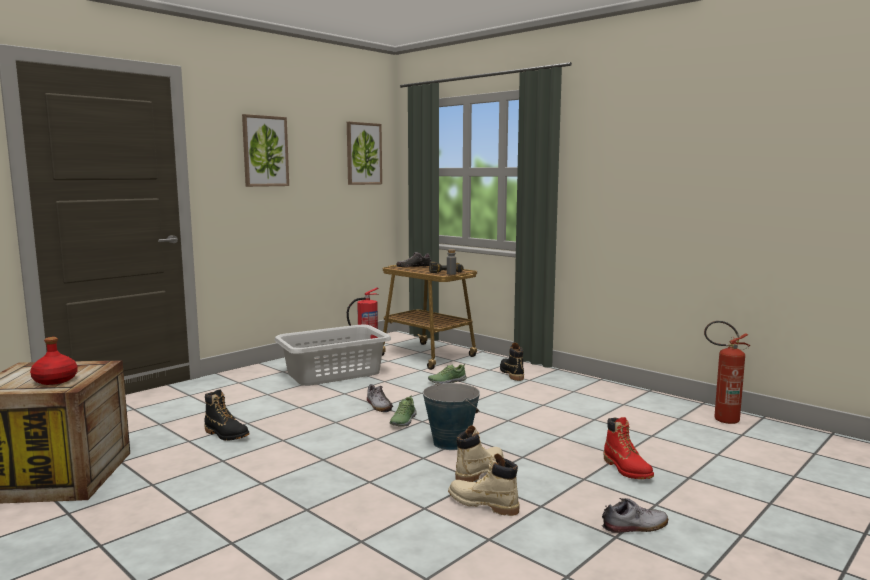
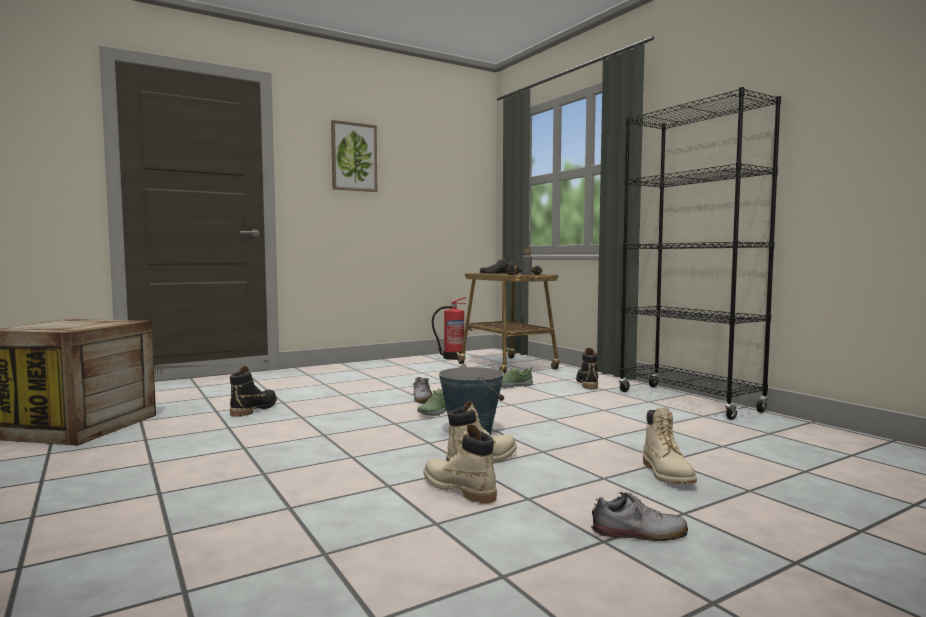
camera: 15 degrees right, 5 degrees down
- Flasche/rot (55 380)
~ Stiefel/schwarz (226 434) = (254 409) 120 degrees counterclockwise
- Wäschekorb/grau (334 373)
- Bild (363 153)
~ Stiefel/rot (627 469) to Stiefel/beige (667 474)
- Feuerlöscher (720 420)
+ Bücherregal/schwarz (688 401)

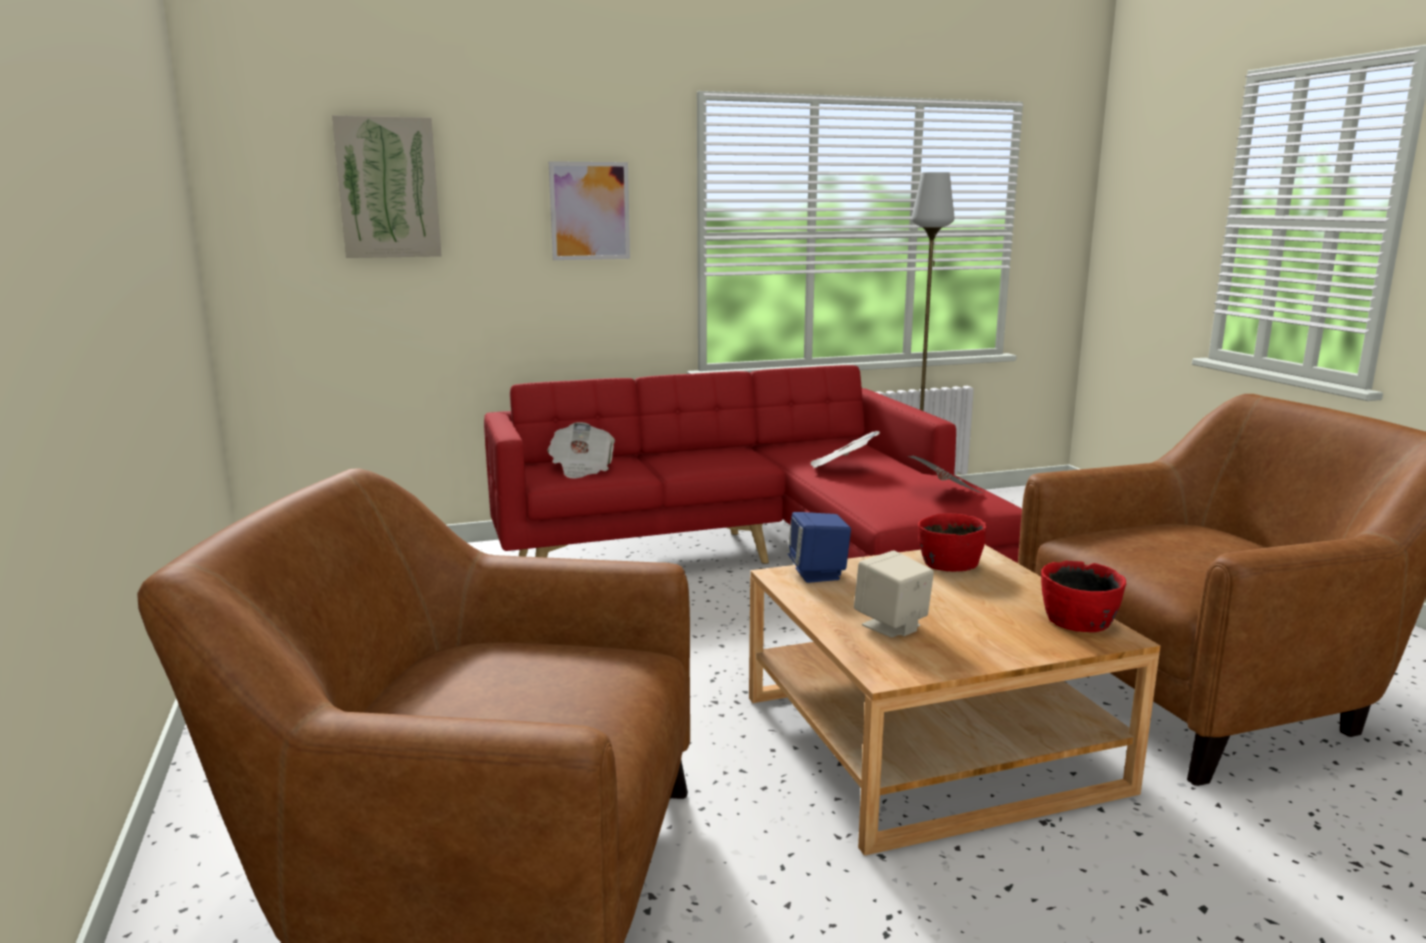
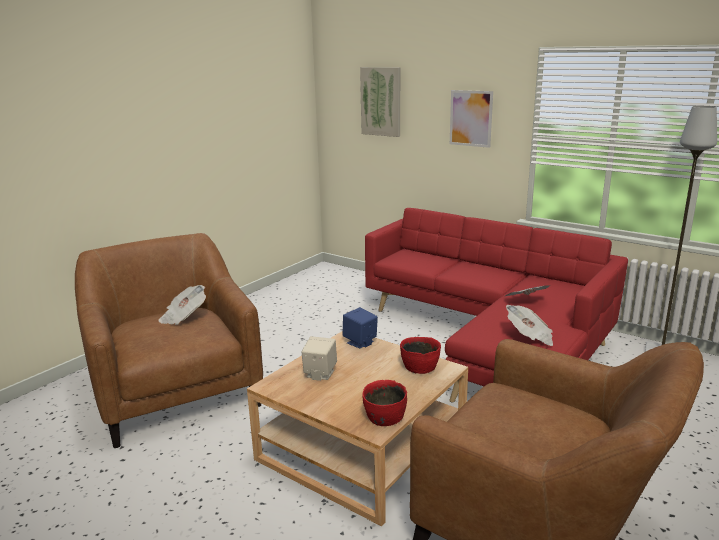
camera: 55 degrees right, 5 degrees up
~ Zeitung (581 469) to (183 317)

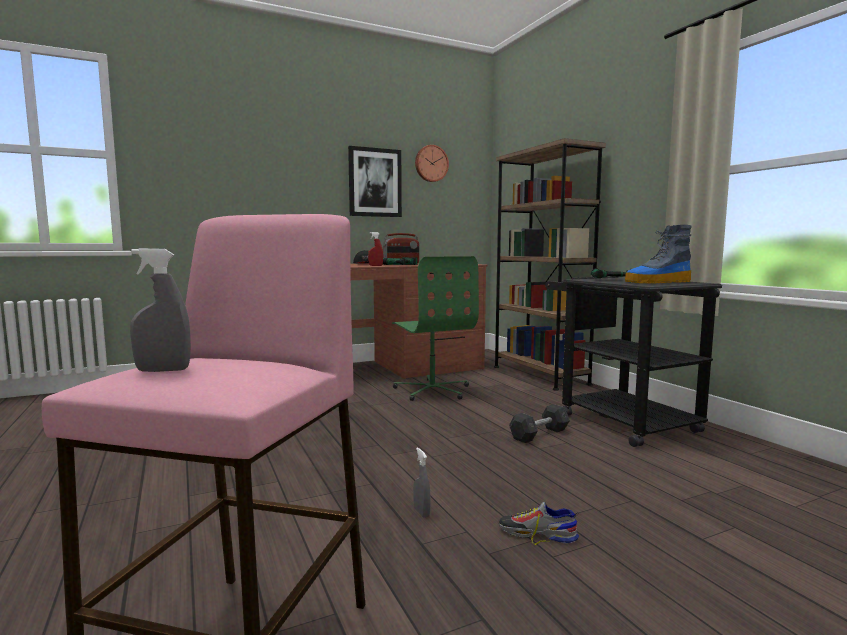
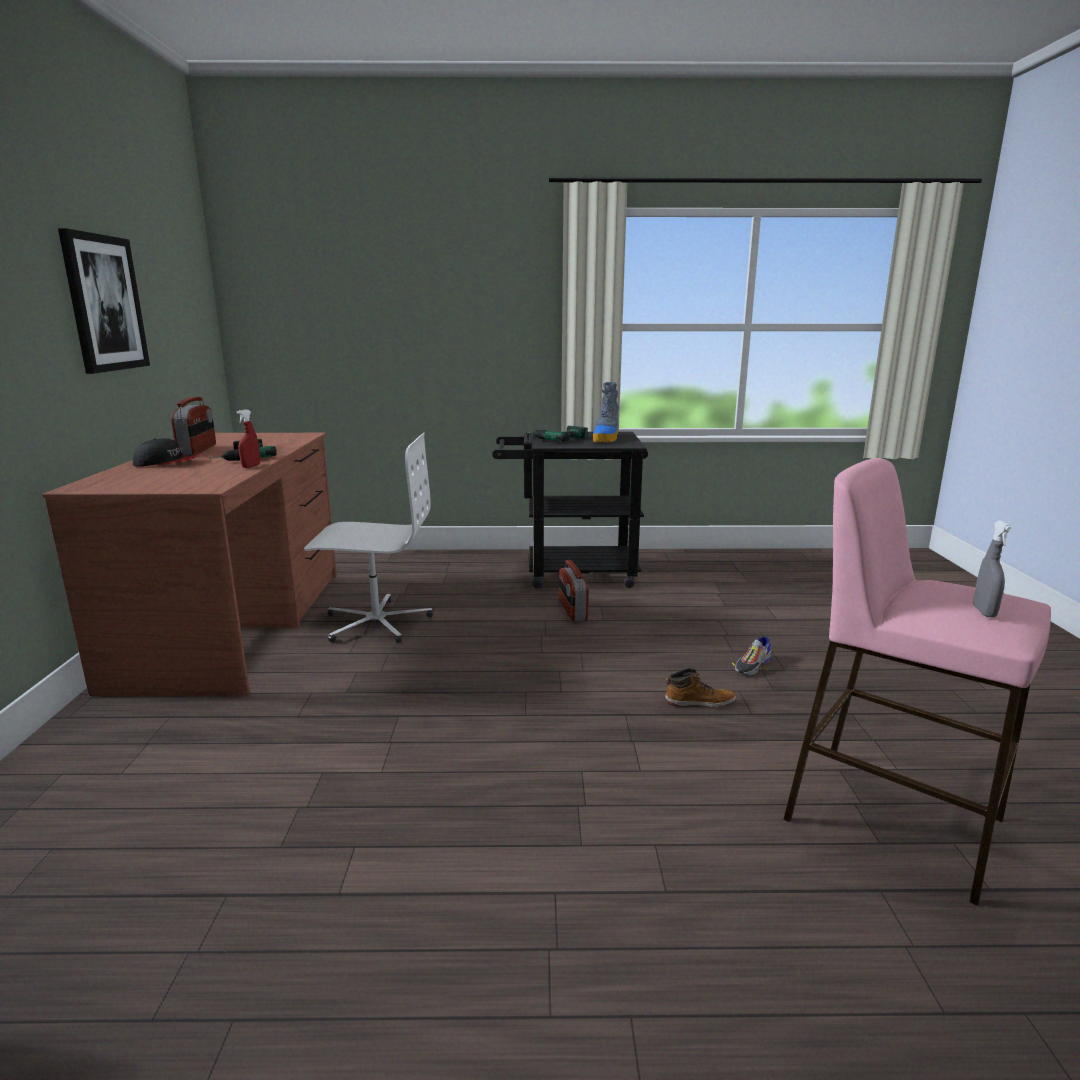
camera: 65 degrees left, 10 degrees up
~ Bürostuhl/grün (432 390) to Bürostuhl/weiß (376 622)
~ Sprühflasche/grau (421 512) to Stiefel (699 702)
- Wanduhr (431 163)
- Bücherregal/braun (539 375)
~ Hantel/grau (539 434) to Radio (572 610)

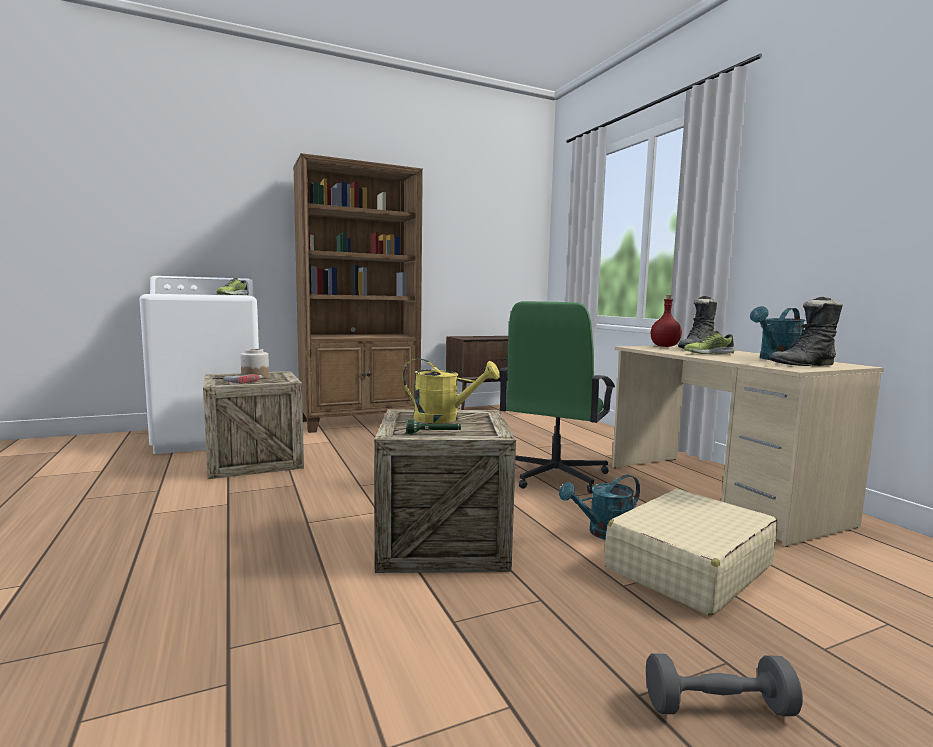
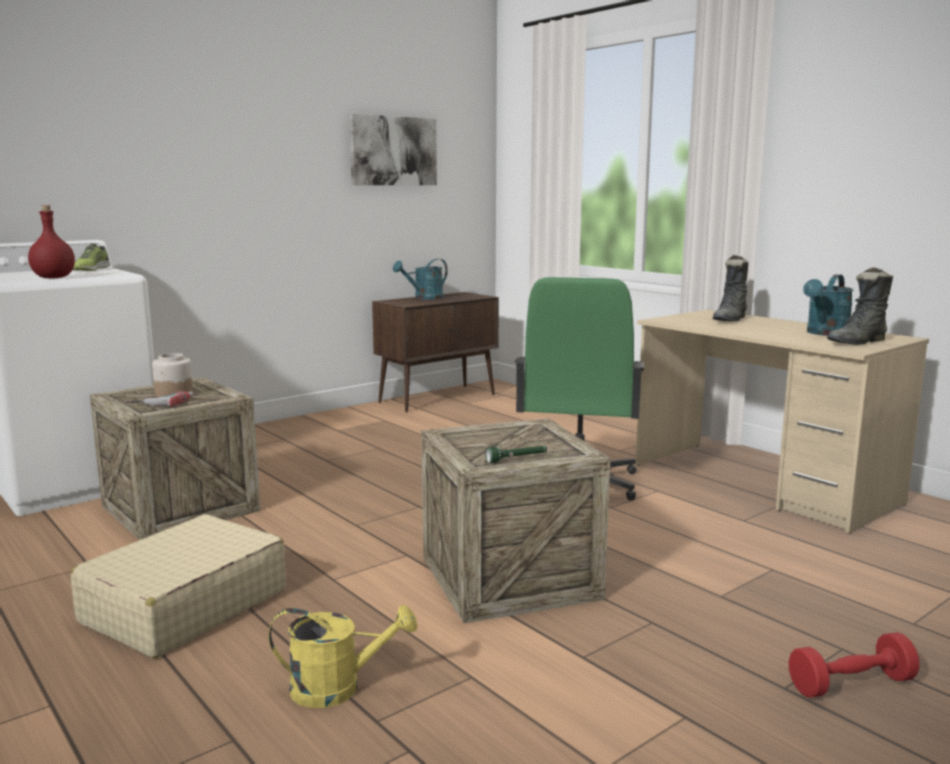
camera: 15 degrees left, 5 degrees up
- Bücherregal/braun (360 422)
~ Gießkanne/gelb (445 418) to (338 688)
~ Gießkanne/türkis (603 533) to (424 298)
~ Koffer/beige (688 567) to (184 606)
~ Hantel/grau (718 707) to Hantel/rot (851 684)
~ Flasche/rot (665 346) to (54 278)
- Schuh (708 353)
+ Bild (393 151)

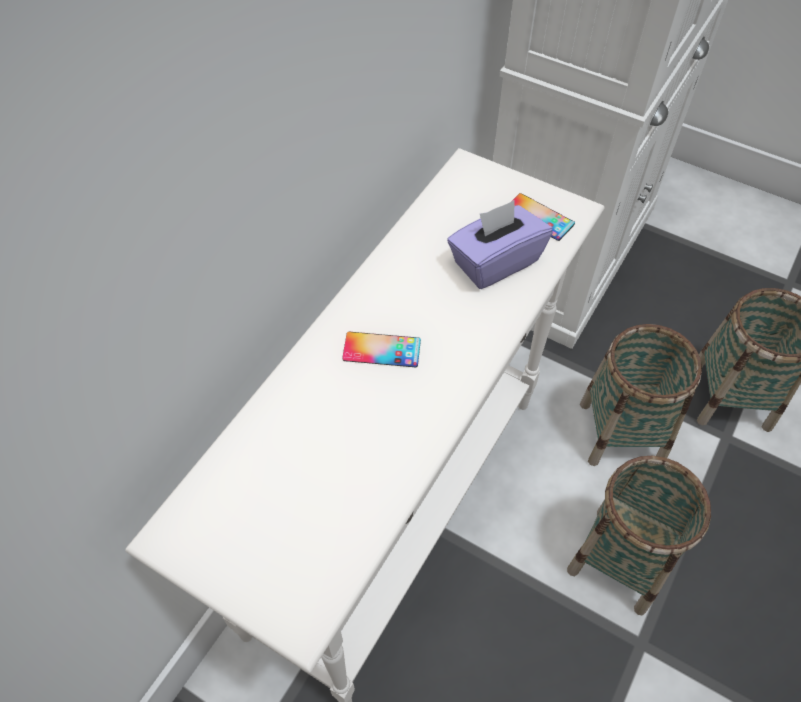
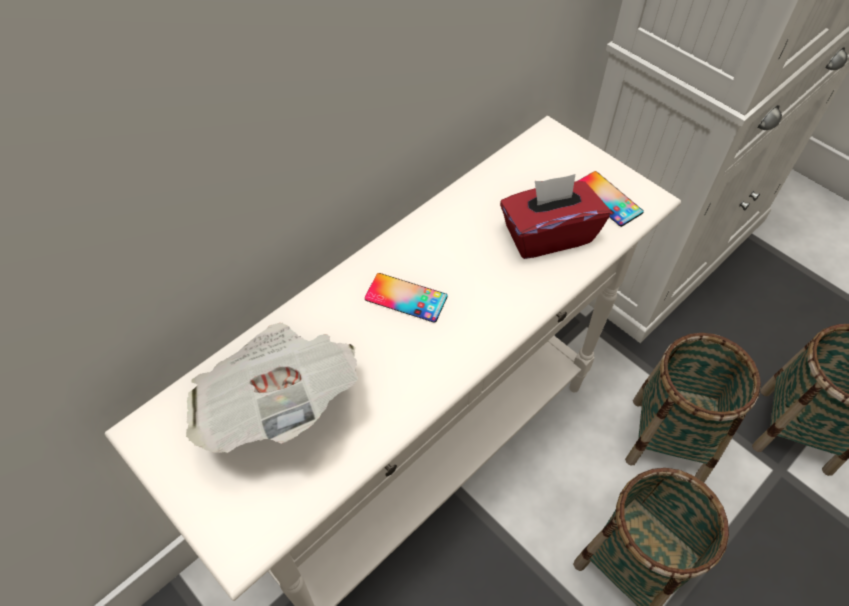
camera: 15 degrees right, 0 degrees up
~ Taschentuchbox/lila (495 262) to Taschentuchbox/rot (547 235)
+ Zeitung (278 401)

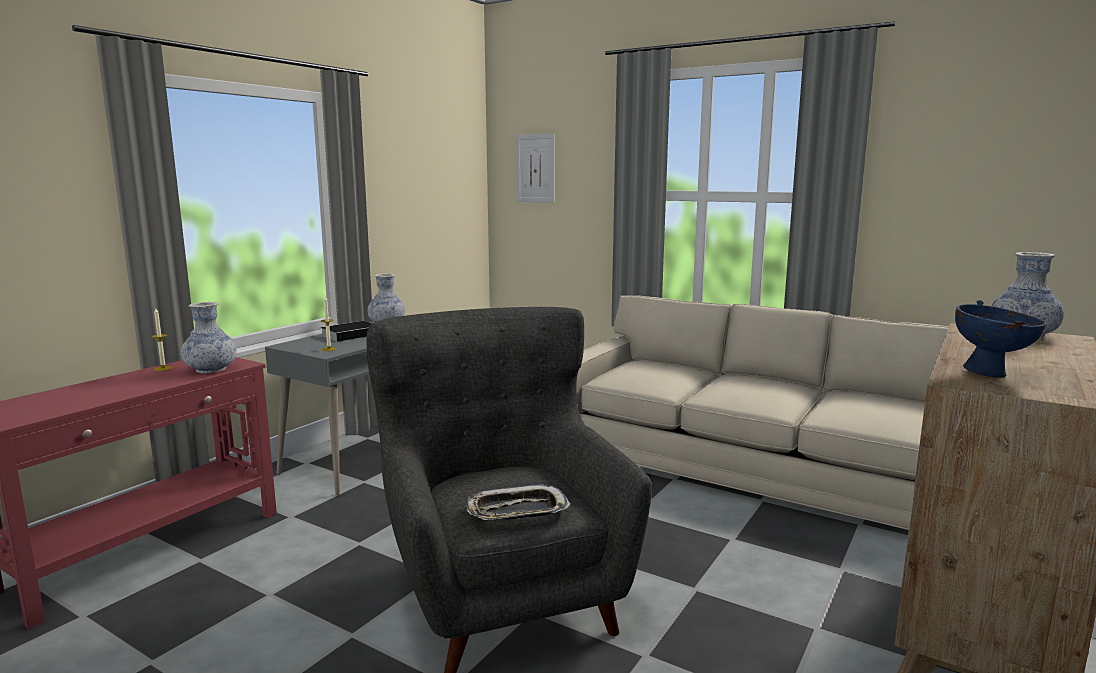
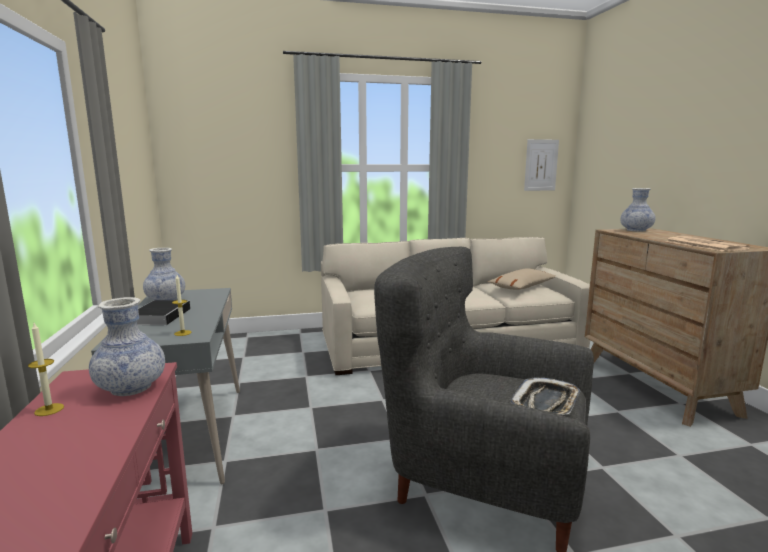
camera: 45 degrees left, 0 degrees up
~ Bild (535 168) to (541 165)
~ Schüssel/blau (990 373) to Zeitung (703 245)
+ Kissen/beige (522 287)

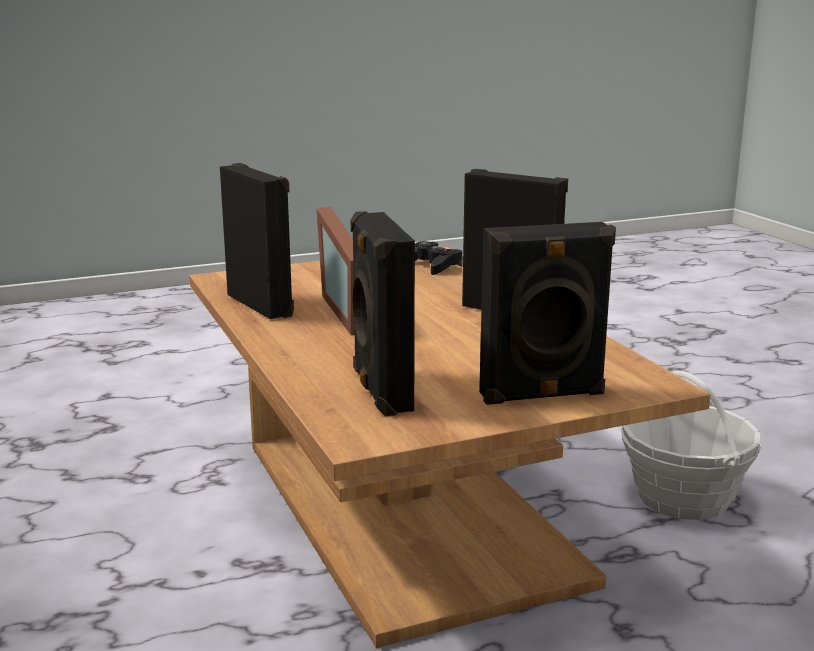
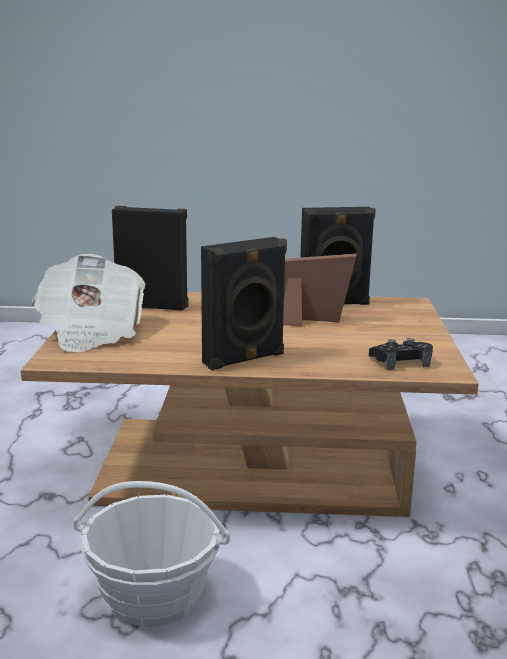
camera: 115 degrees right, 0 degrees up
~ Lautsprecher/schwarz (542 395) to Zeitung (90 332)

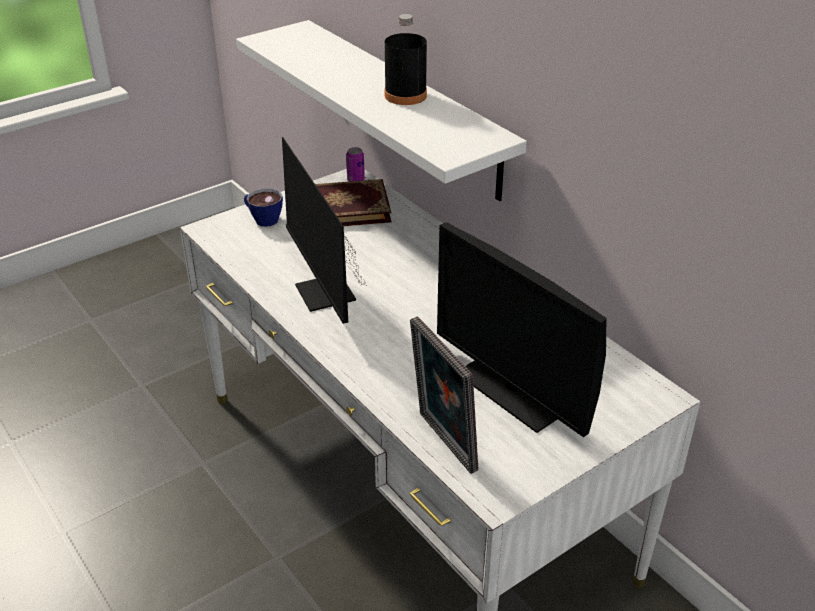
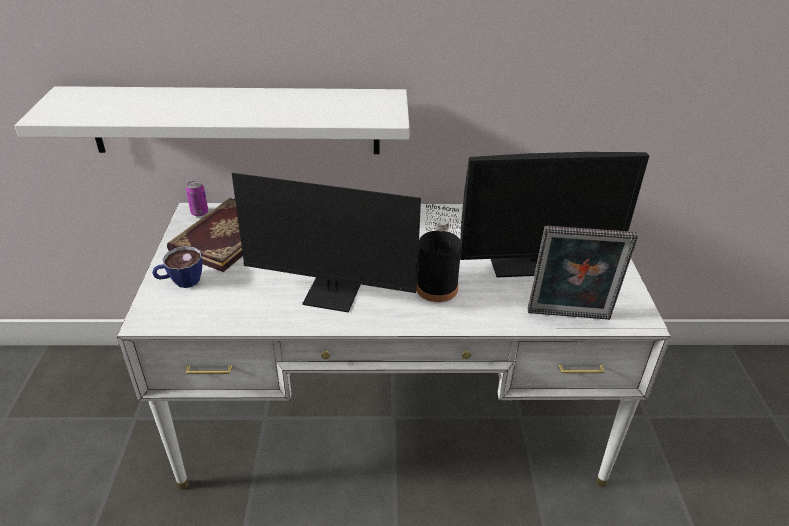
camera: 55 degrees left, 0 degrees up
~ Flasche/schwarz (405 95) to (436 288)

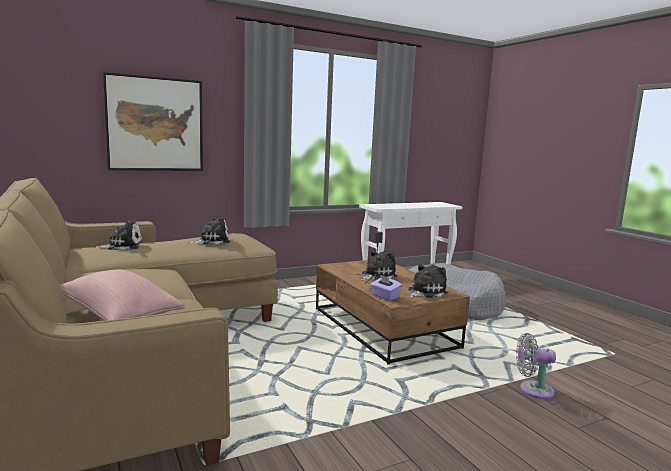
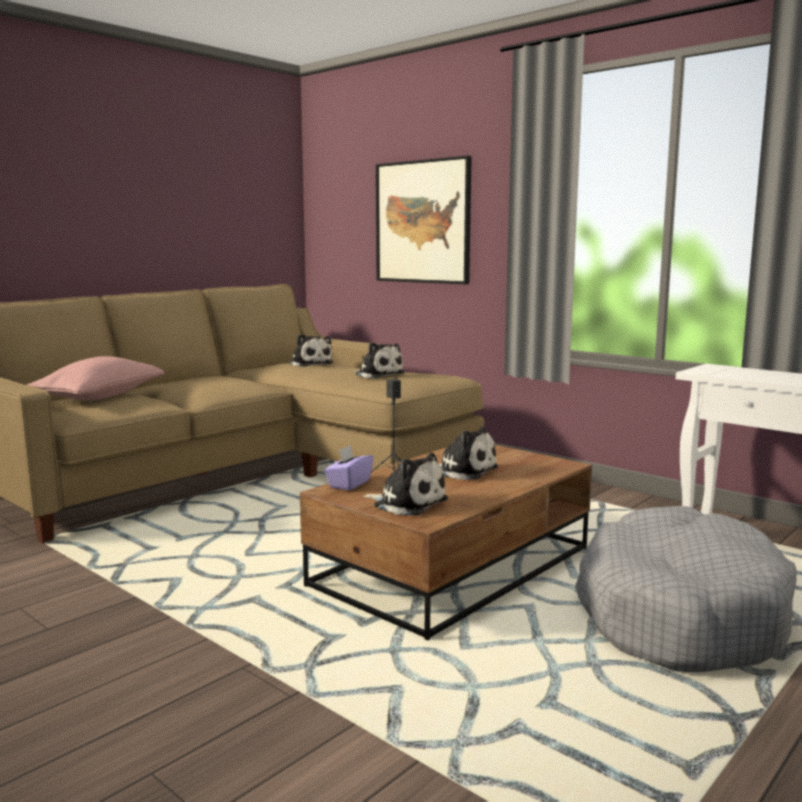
camera: 70 degrees right, 0 degrees up
- Ventilator/grau (532 390)

